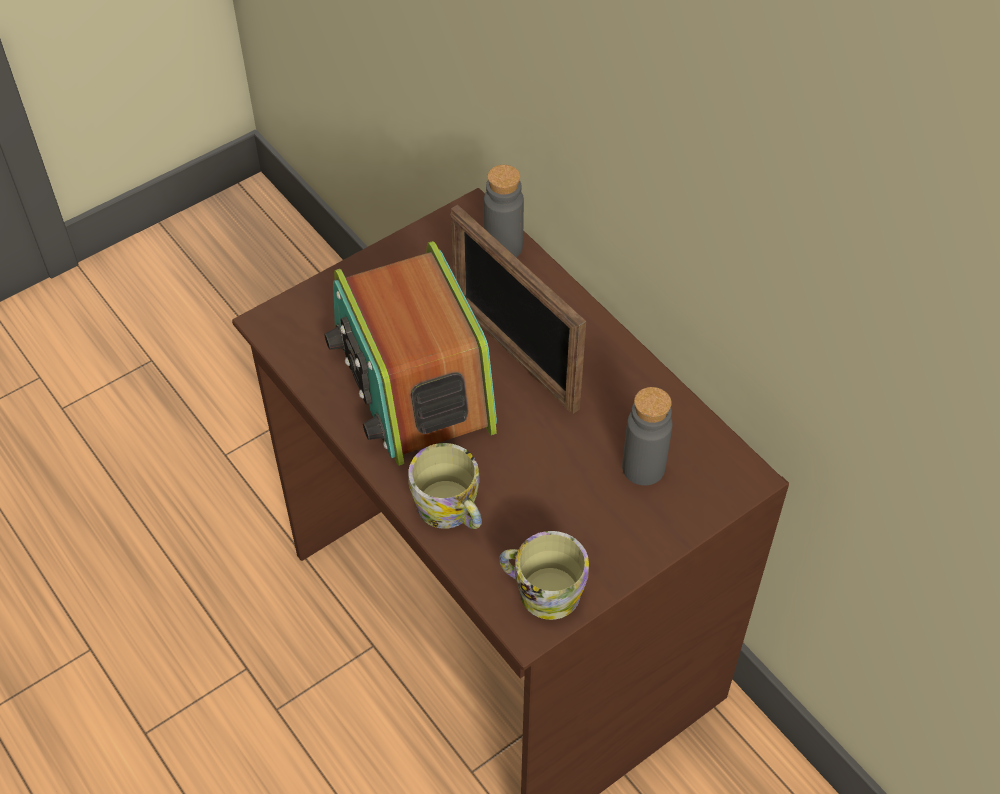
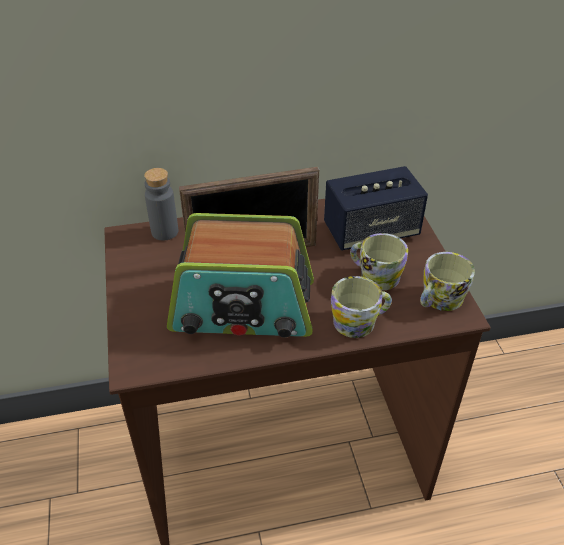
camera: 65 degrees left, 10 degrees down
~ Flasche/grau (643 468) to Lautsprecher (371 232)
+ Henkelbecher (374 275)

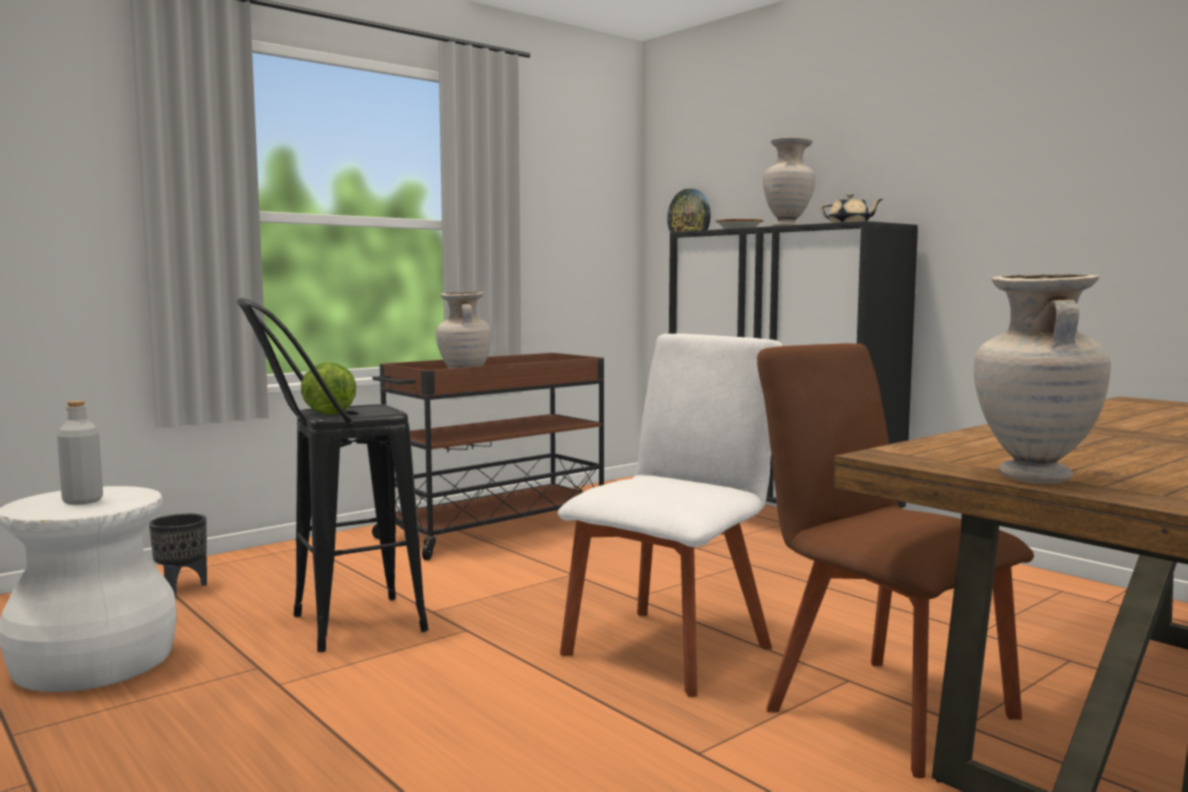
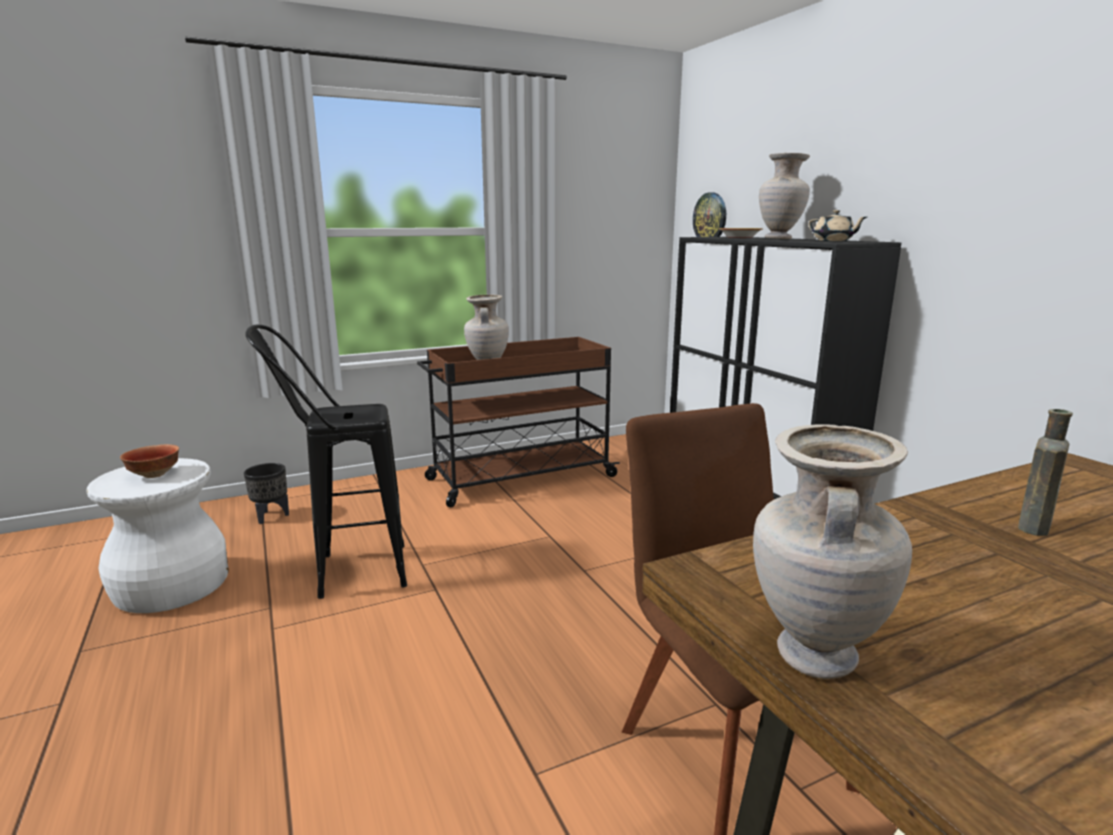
camera: 15 degrees right, 10 degrees up
~ Flasche/grau (83 501) to Schüssel (153 474)
- Salatkopf (326 412)
- Stuhl/weiß (671 647)
+ Flasche/braun (1034 525)

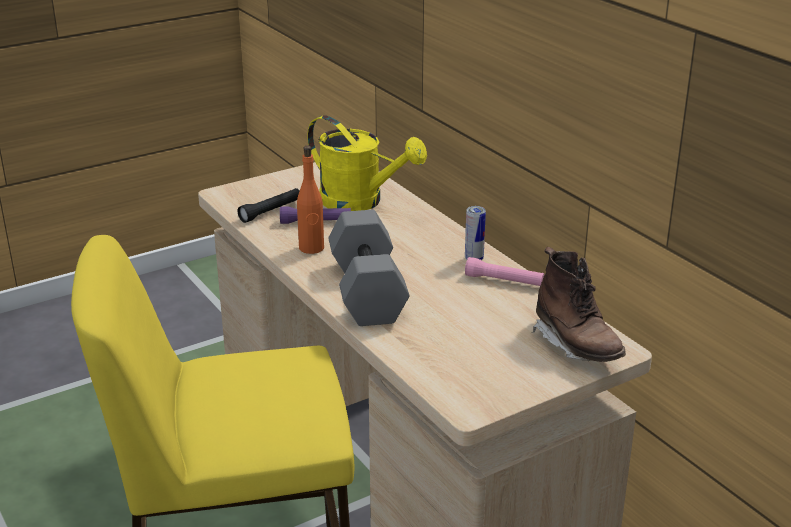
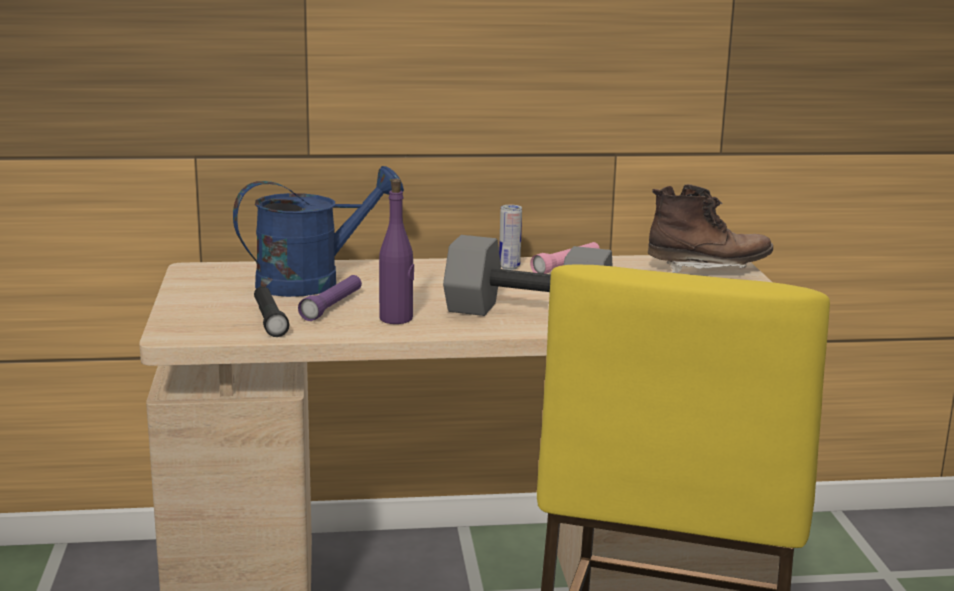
camera: 65 degrees left, 10 degrees down
~ Flasche/orange (311 248) to Flasche/lila (396 319)
~ Gießkanne/gelb (361 202) to Gießkanne/blau (312 281)

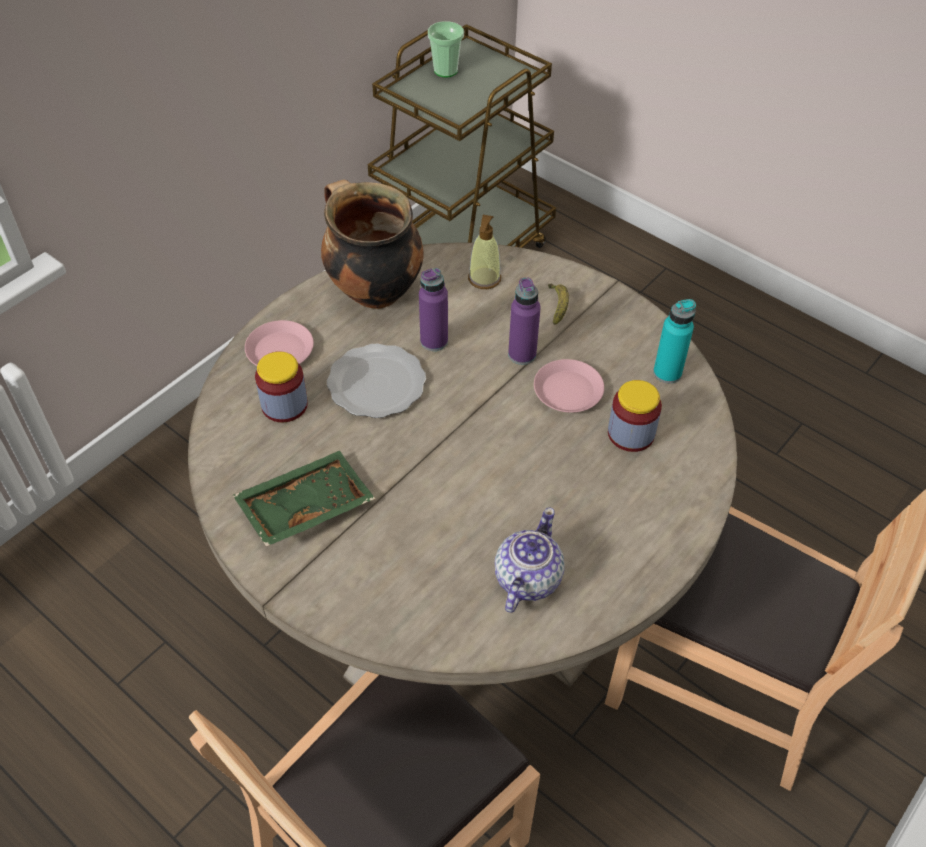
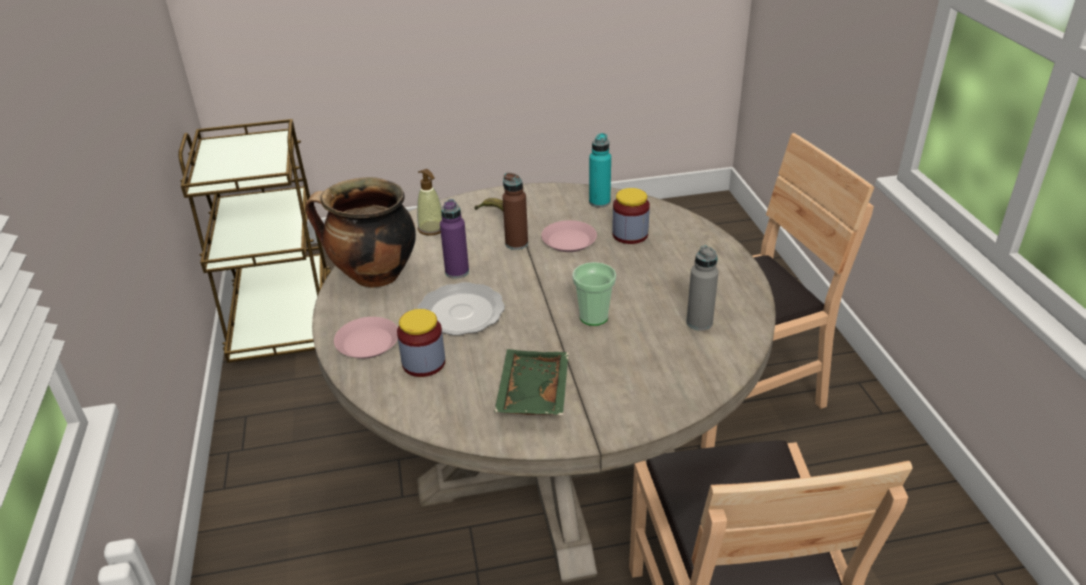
camera: 50 degrees left, 15 degrees down
~ Tasse (445 70) to (593 317)
~ Teekanne (526 579) to Flasche/grau (699 322)
~ Flasche/lila (522 354) to Flasche/braun (516 244)

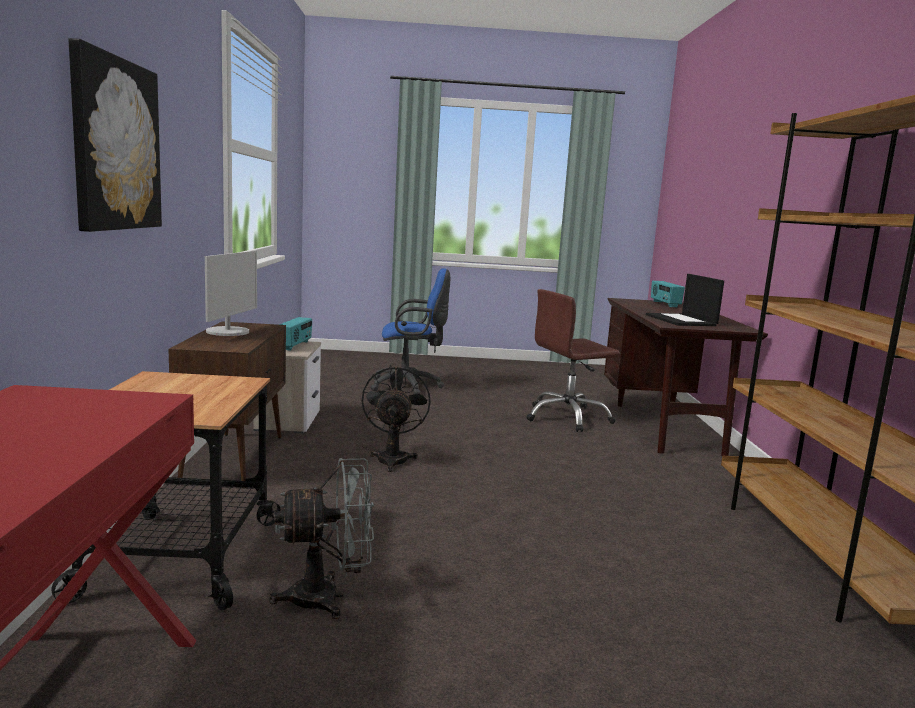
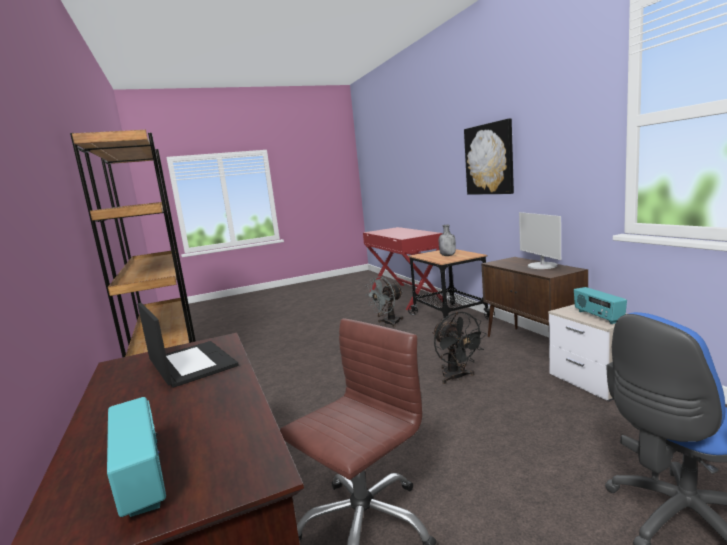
camera: 160 degrees right, 0 degrees up
+ Flasche/grau (448 255)

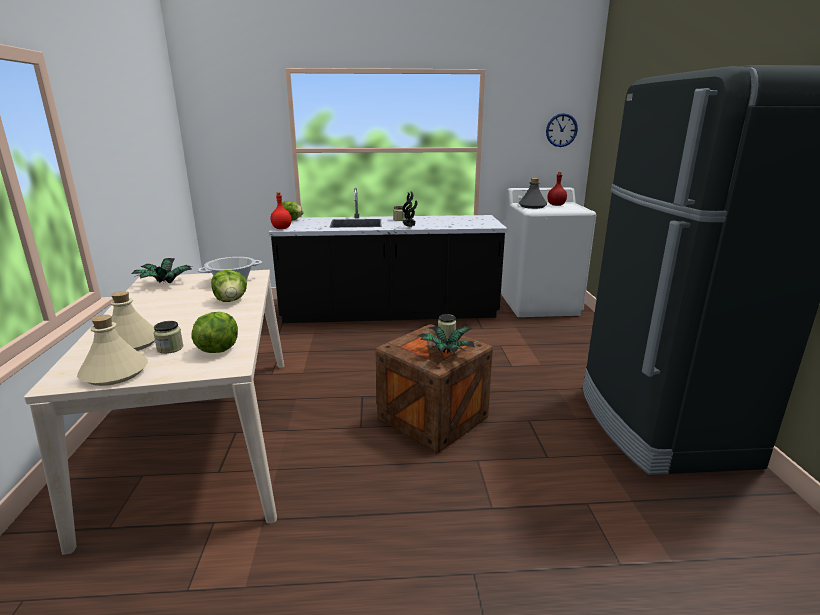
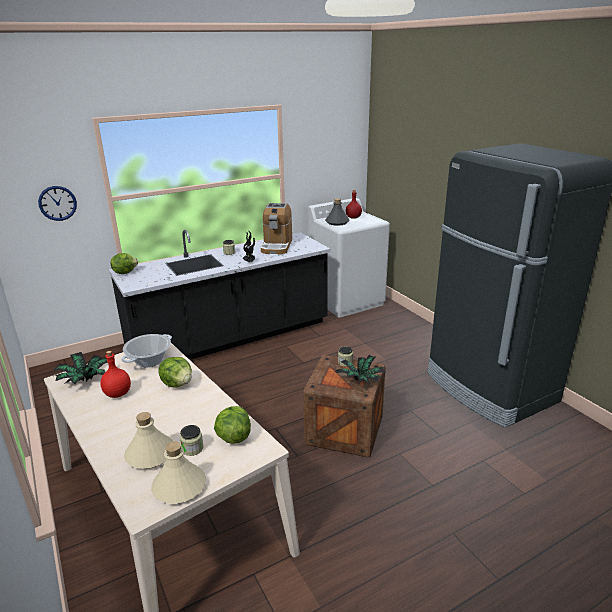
camera: 25 degrees left, 5 degrees up
~ Flasche/rot (281 228) to (117 394)
~ Wanduhr (561 130) to (57 203)
+ Kaffeemaschine (277 246)

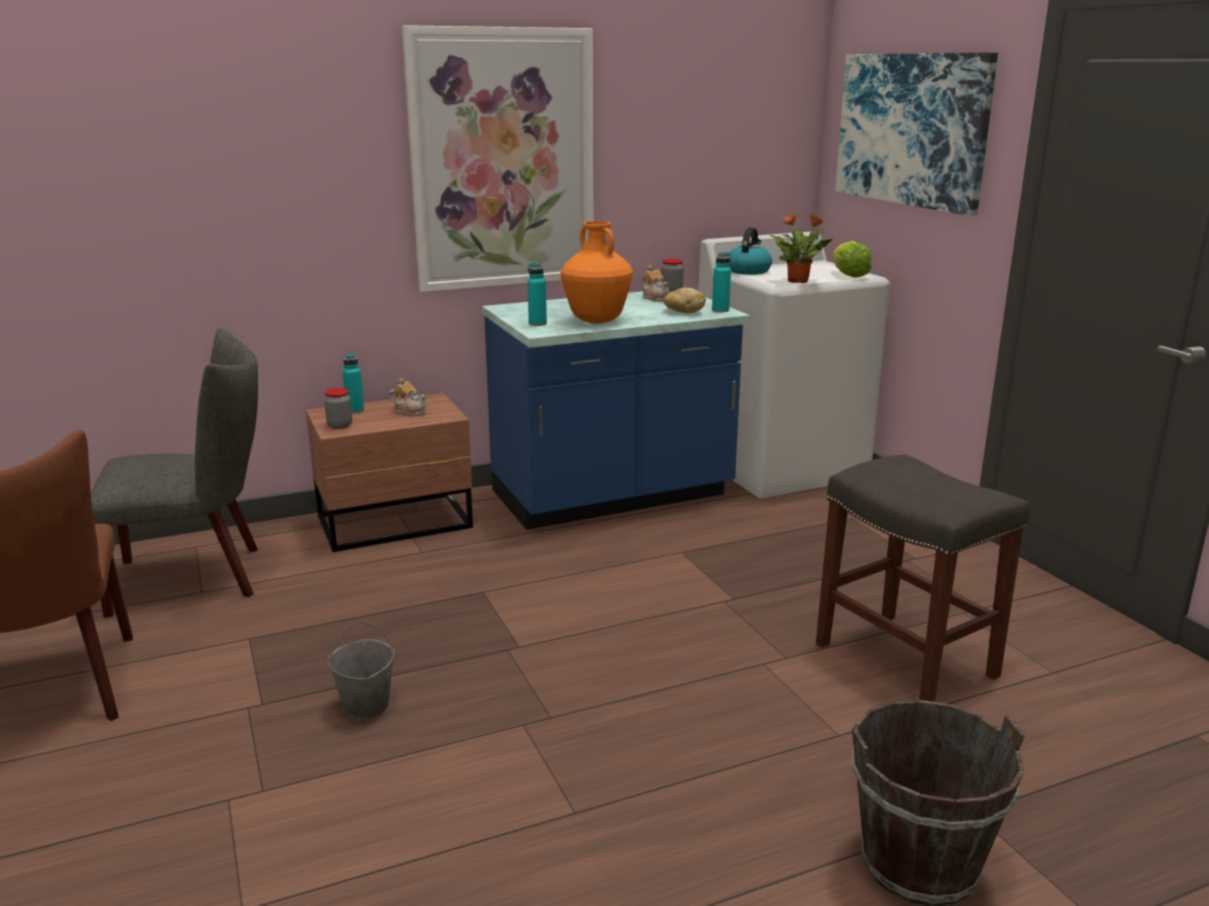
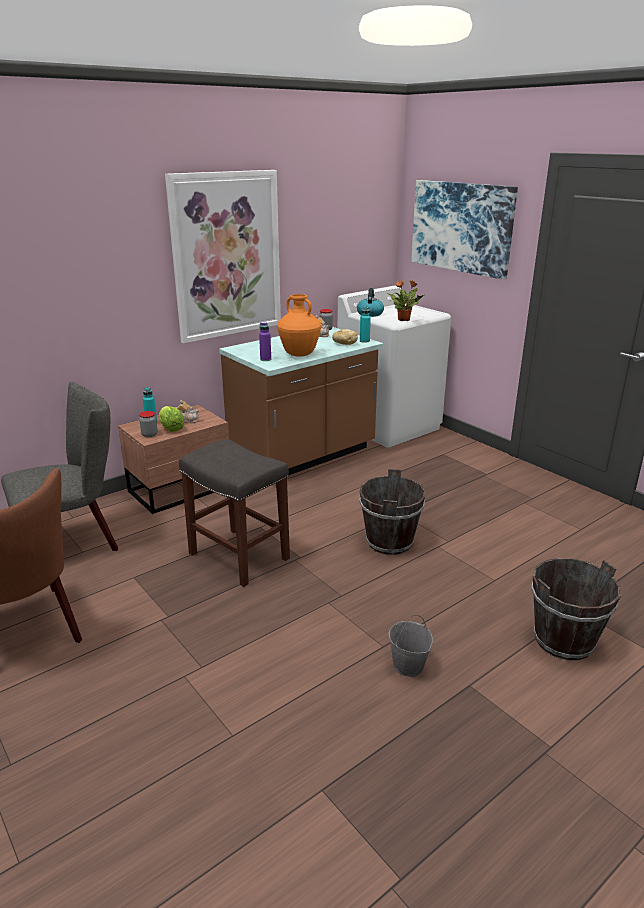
camera: 15 degrees left, 5 degrees up
~ Eimer/grau (366 706) to (408 666)
~ Küchenzeile/blau (612 496) to Küchenzeile/braun (303 456)
~ Flasche/türkis (537 324) to Flasche/lila (265 359)
~ Hocker/grau (908 661) to (240 556)
~ Salatkopf (848 275) to (170 428)
+ Eimer/braun (390 542)

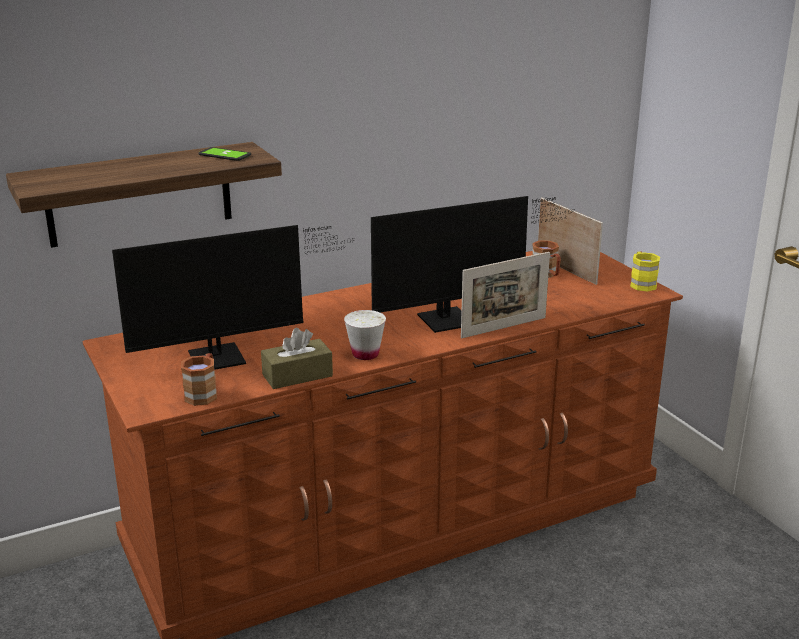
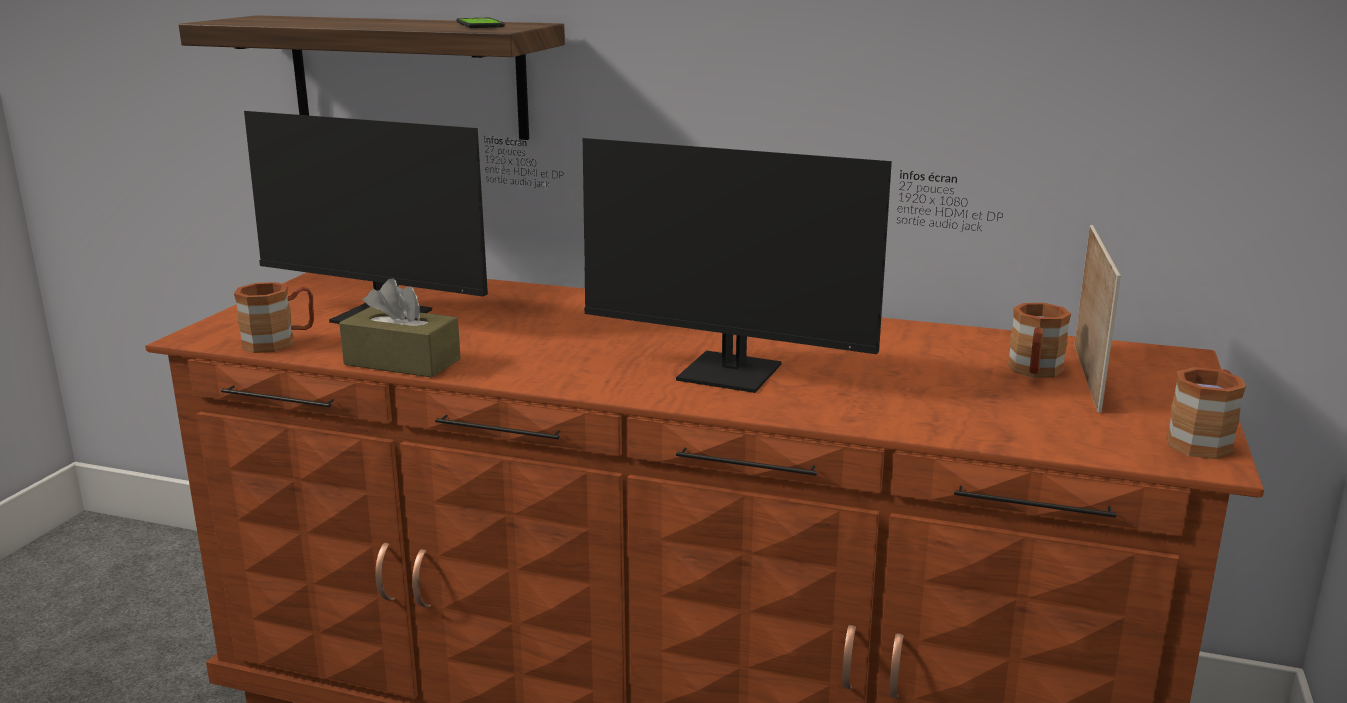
camera: 45 degrees right, 5 degrees down
- Tasse/weiß (365 354)
- Bilderrahmen (503 327)
~ Henkelbecher/gelb (641 283) to Henkelbecher/braun (1203 440)

